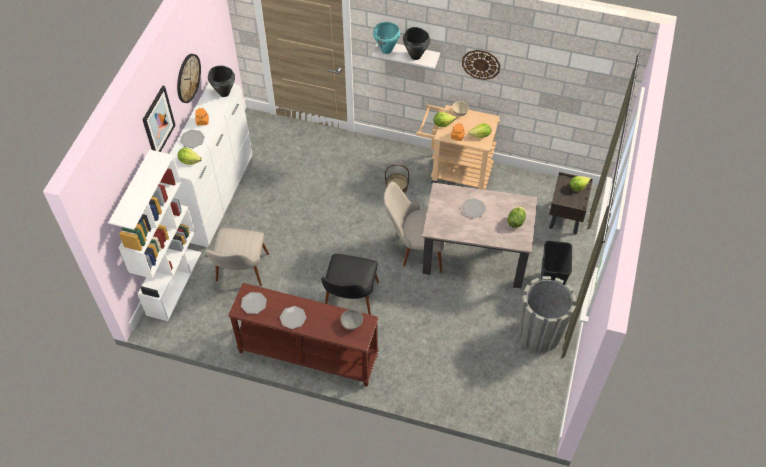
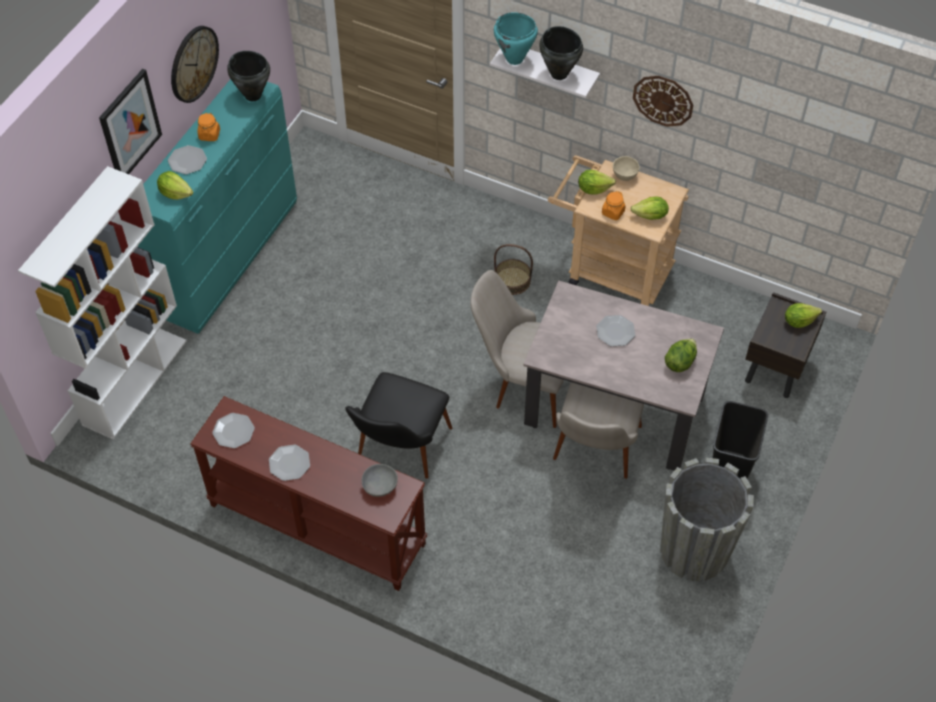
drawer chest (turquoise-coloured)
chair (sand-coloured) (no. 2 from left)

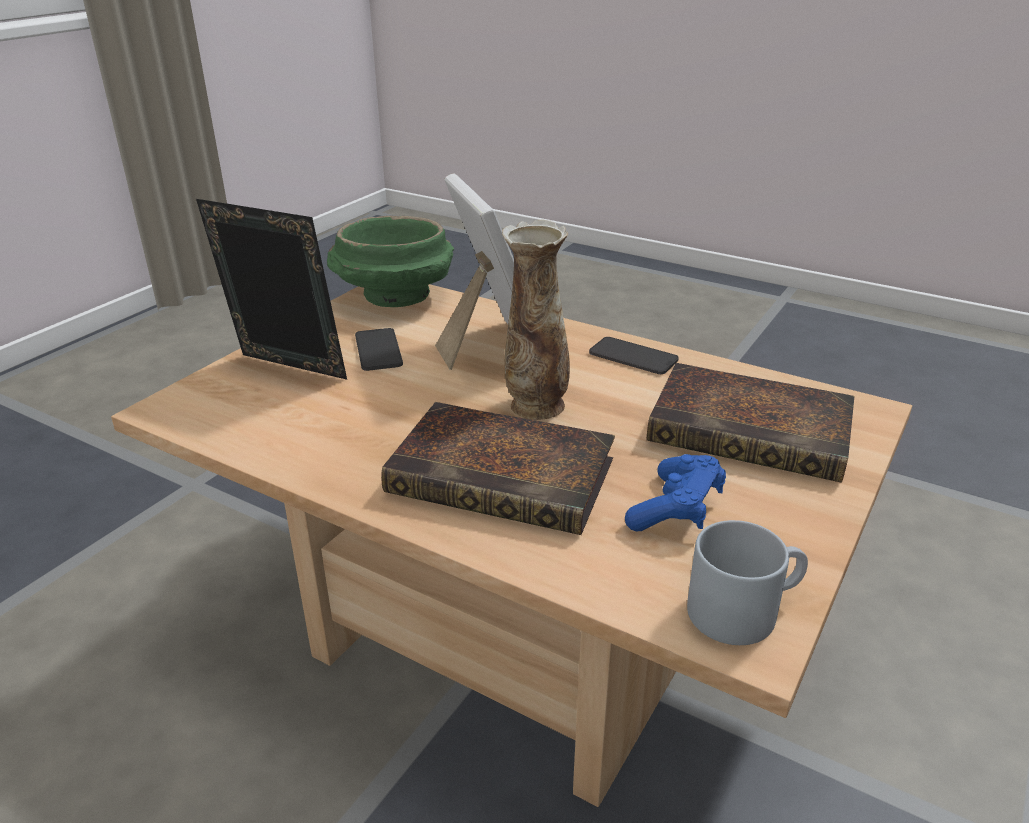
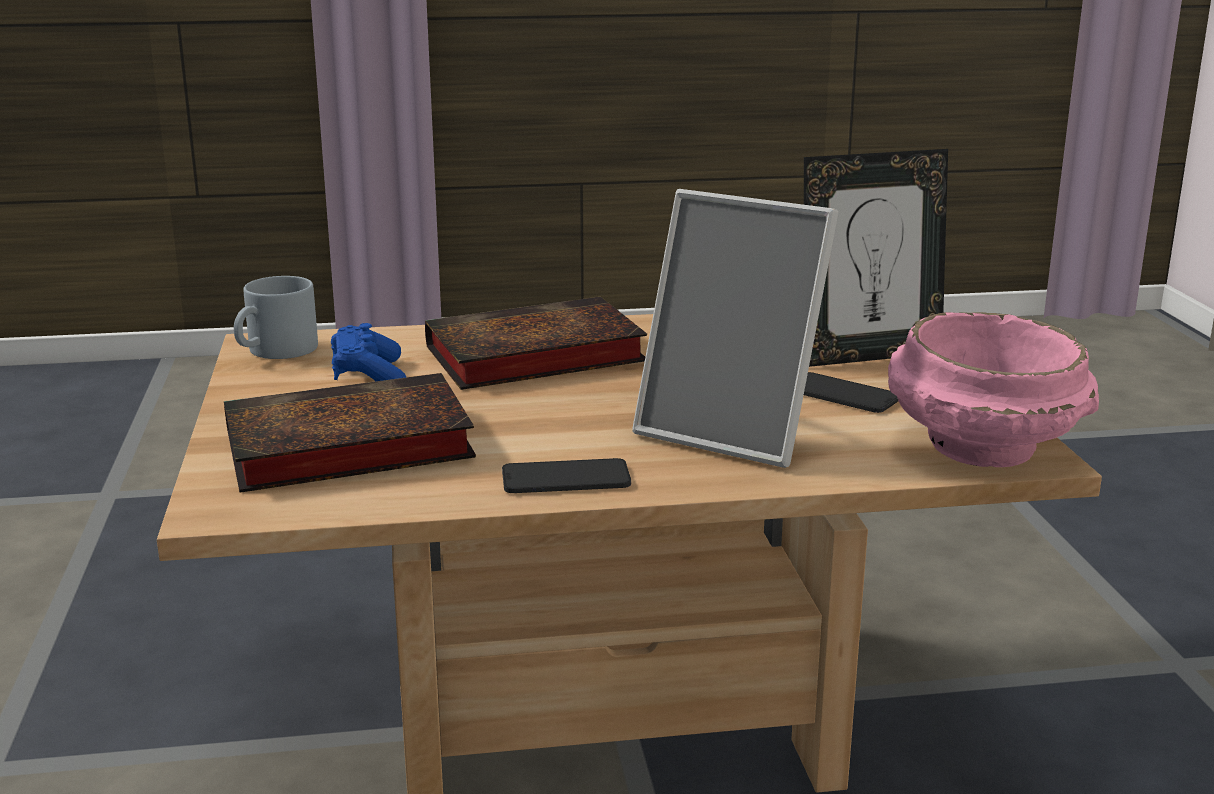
bowl (pink-coloured)
vase

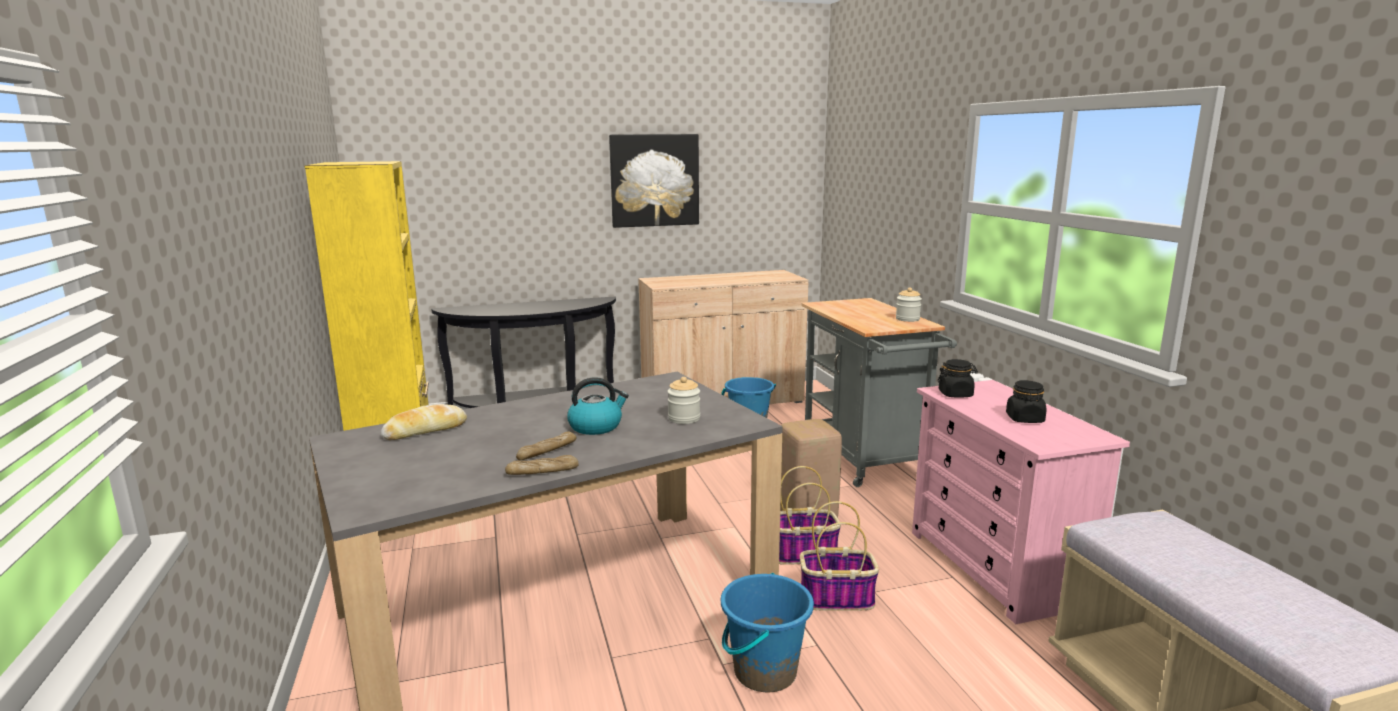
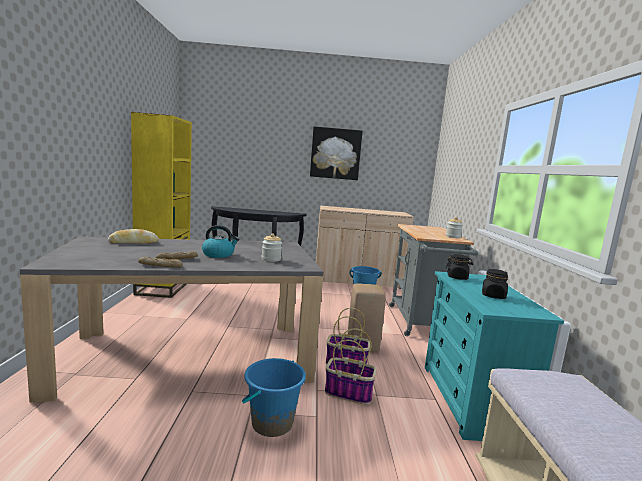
drawer chest (turquoise-coloured)

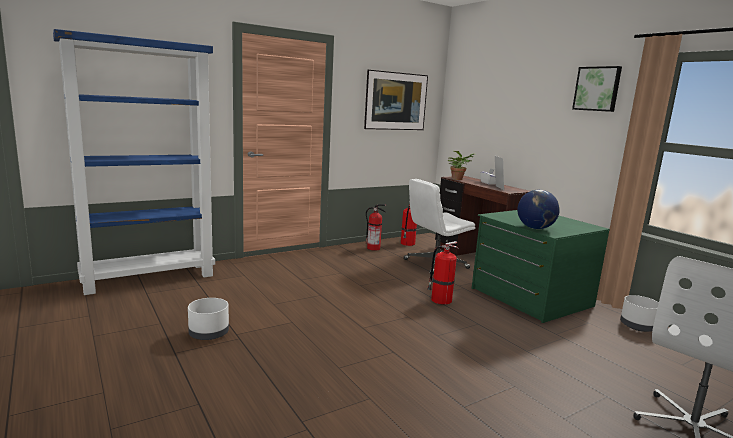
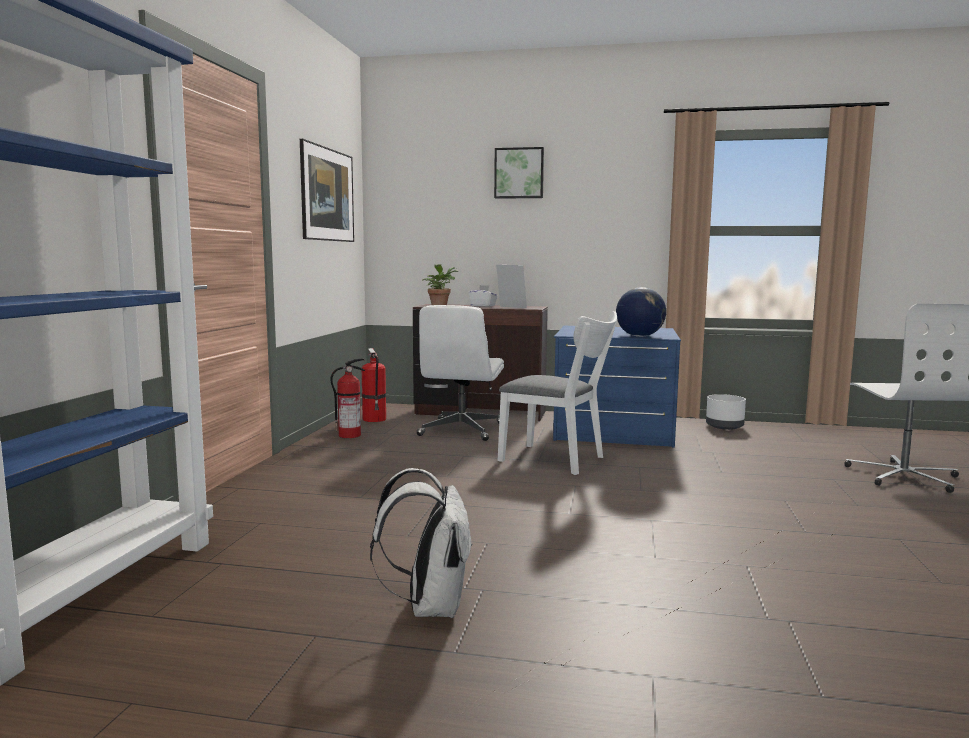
backpack (whitish)
chair (whitish)
drawer chest (blue-coloured)
wall picture (no. 2 from left)

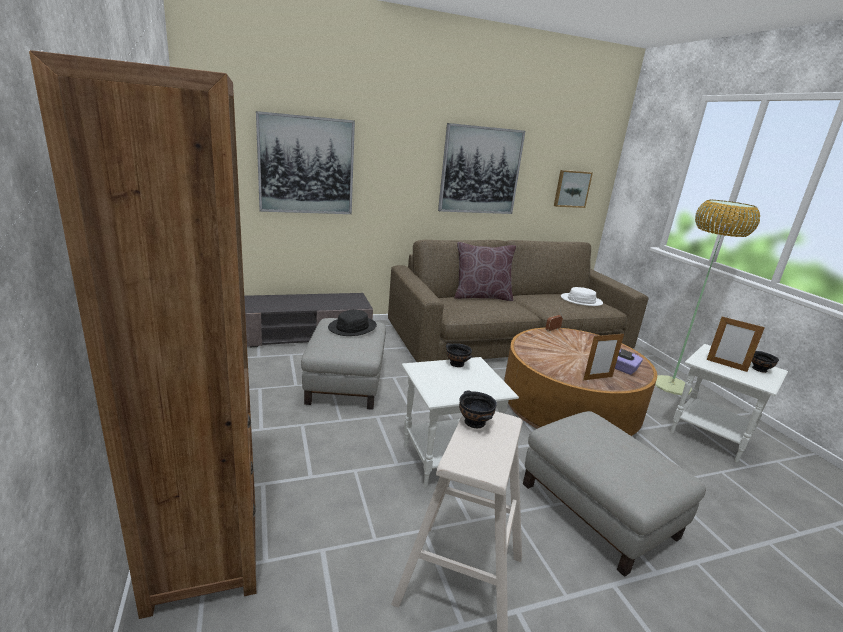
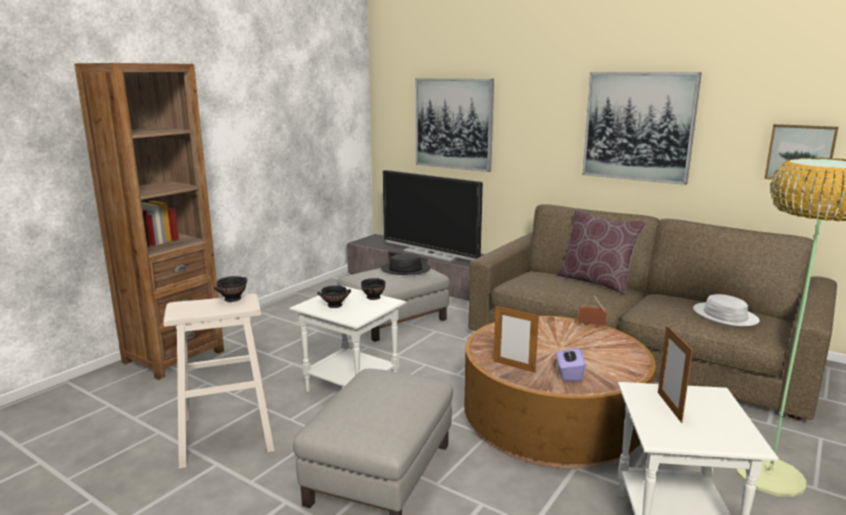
bowl (blackish) (no. 2 from left)
TV set

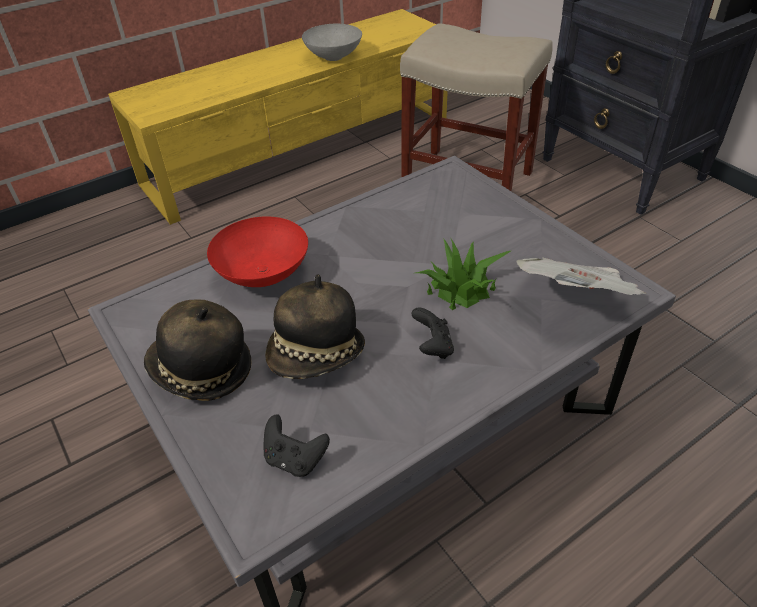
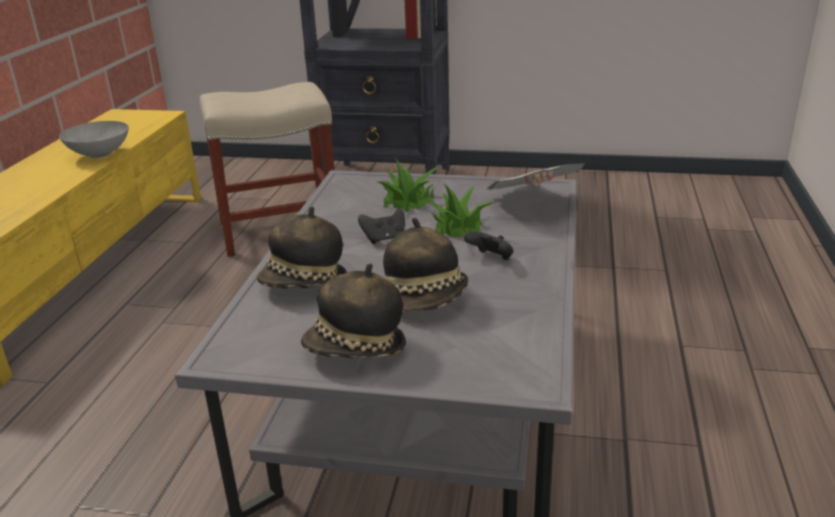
clothing hat (no. 1 from left)
game controller (blackish) (no. 1 from left)
potted plant (no. 1 from left)

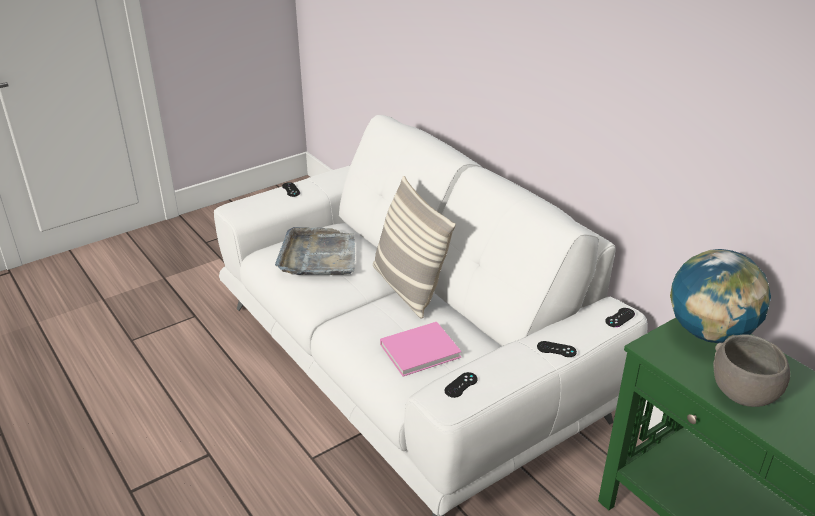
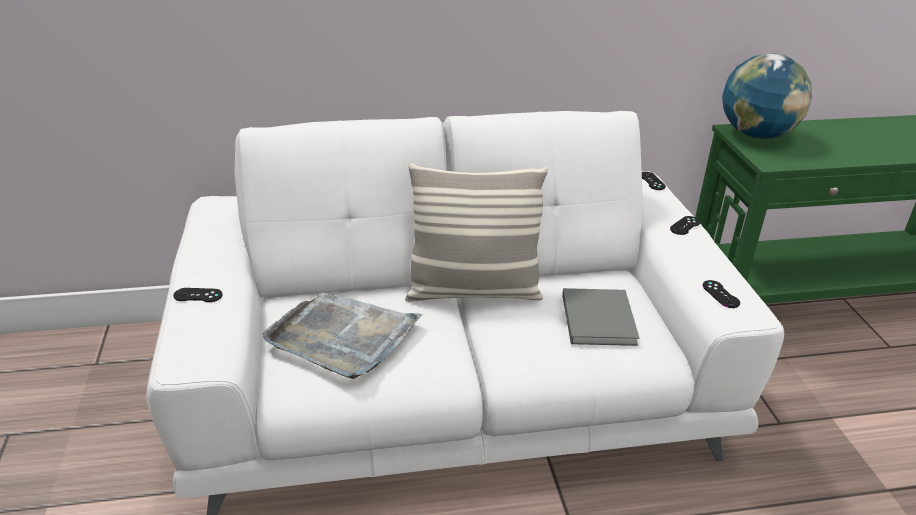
bound book (grey)
bowl (grey)

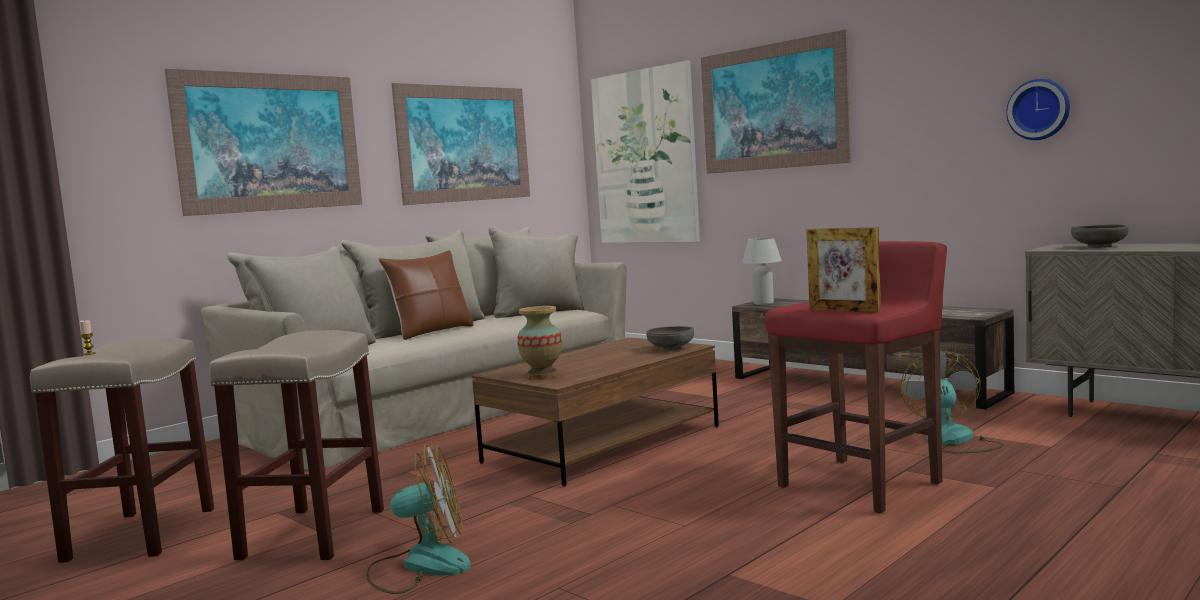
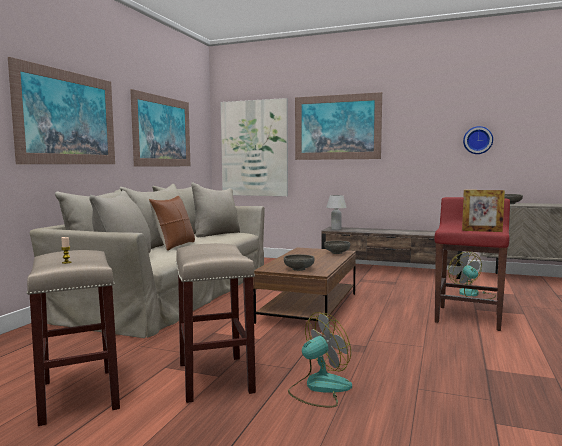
bowl (grey) (no. 1 from left)

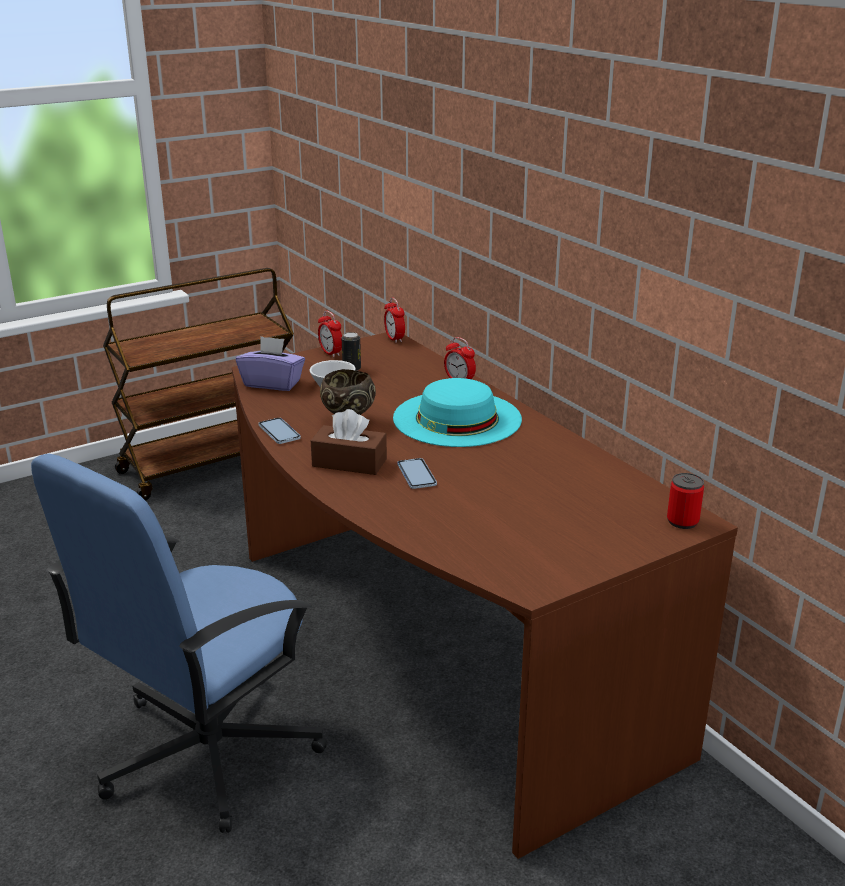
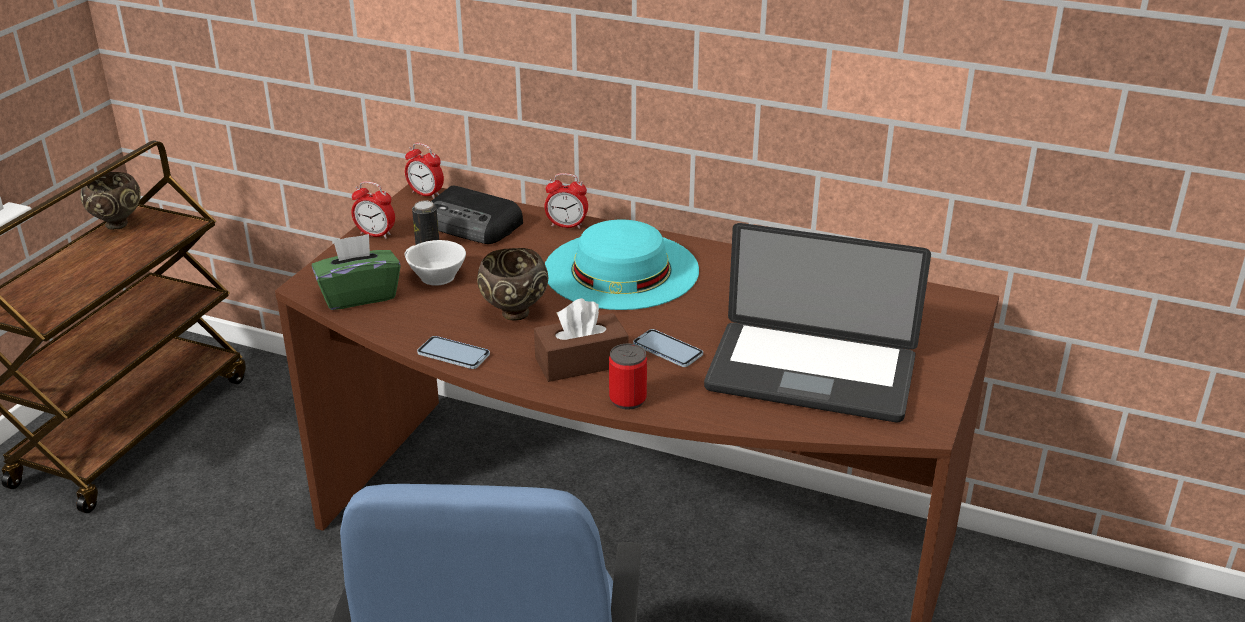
tissue holder (green-coloured)
metal can (no. 2 from left)
bowl (brown) (no. 1 from left)
radio receiver
laptop

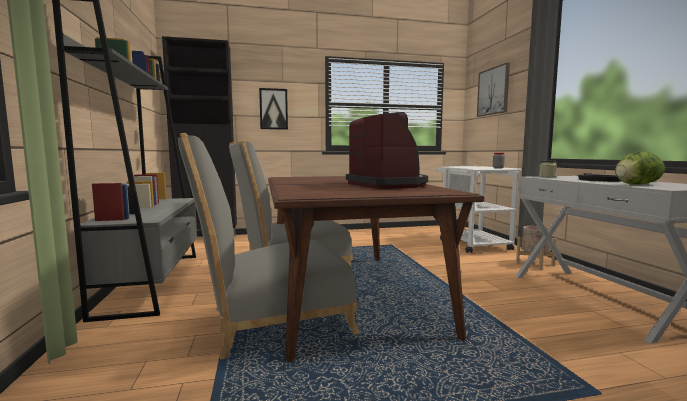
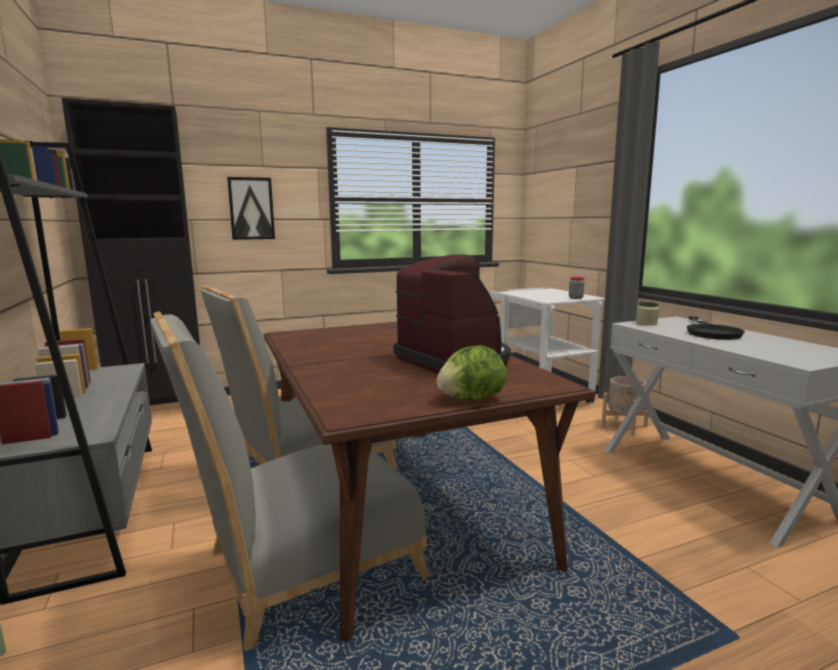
wall picture (no. 2 from left in the first image)
head of lettuce

